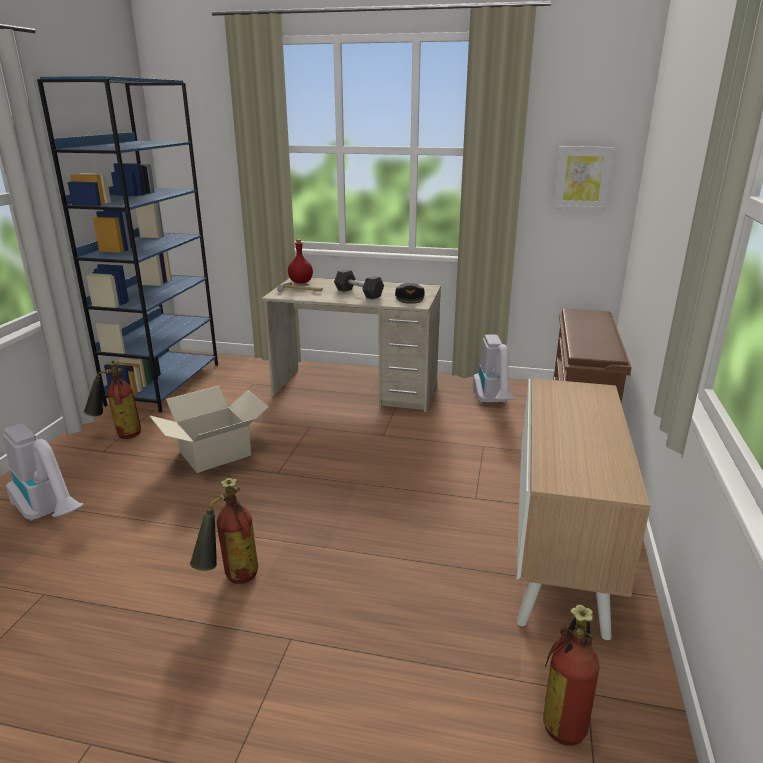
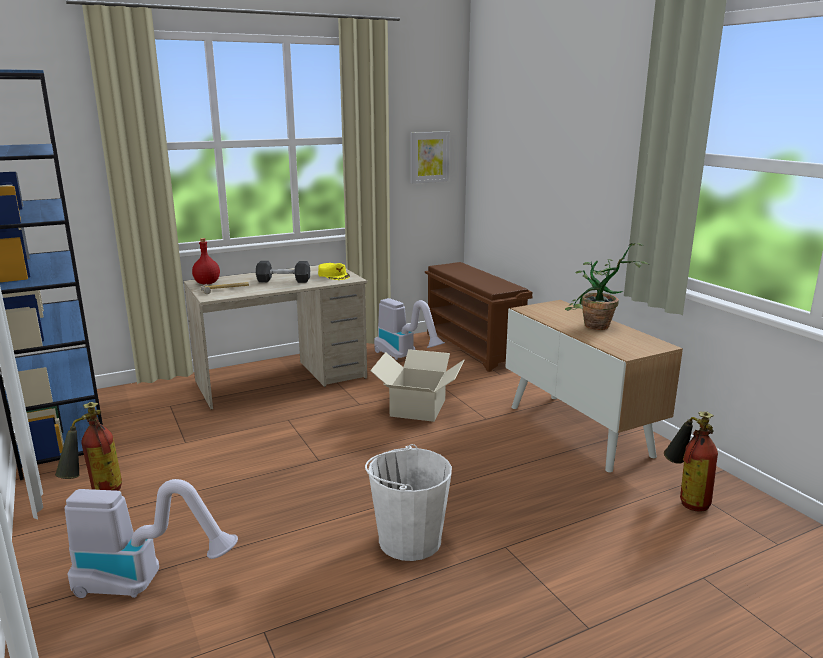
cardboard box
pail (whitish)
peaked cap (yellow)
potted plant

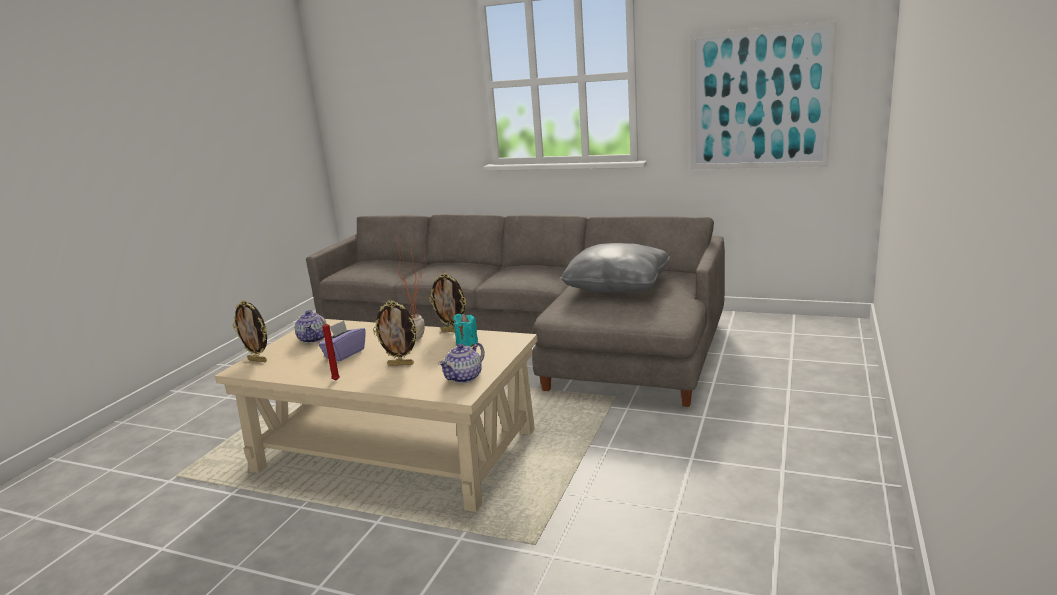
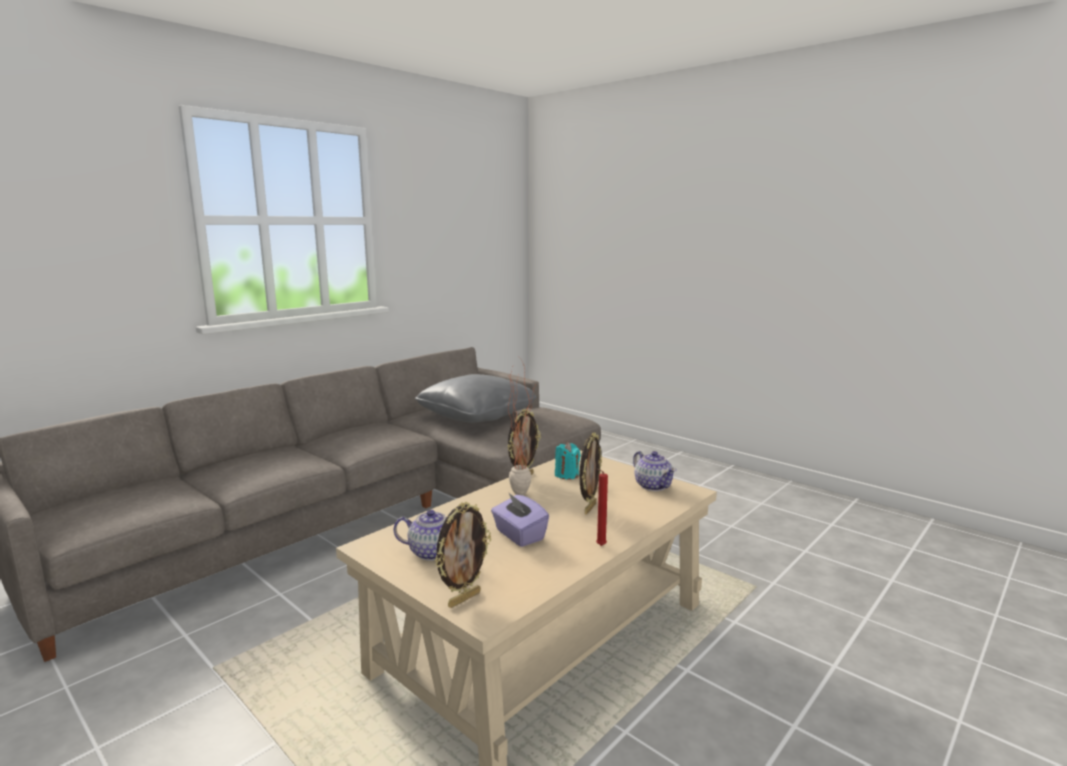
wall picture

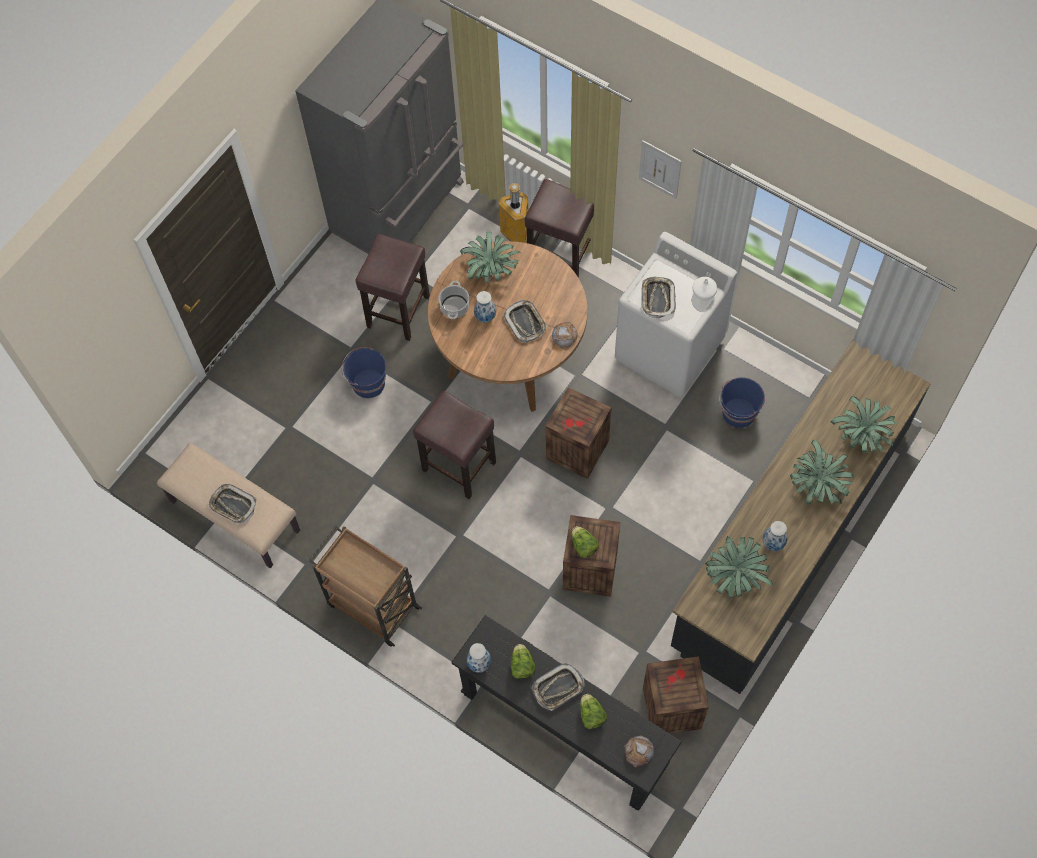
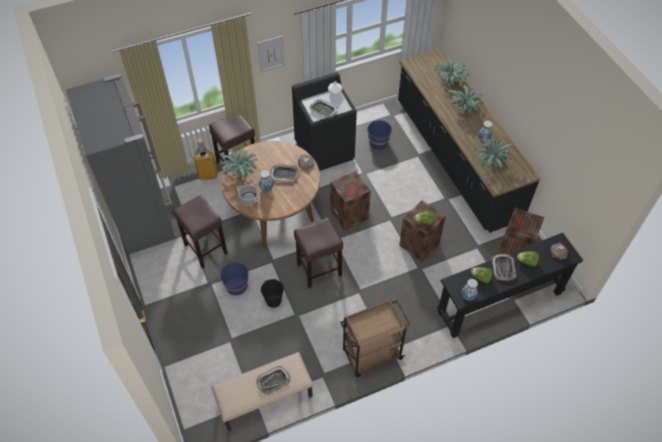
washing machine (blackish)
pail (blackish)

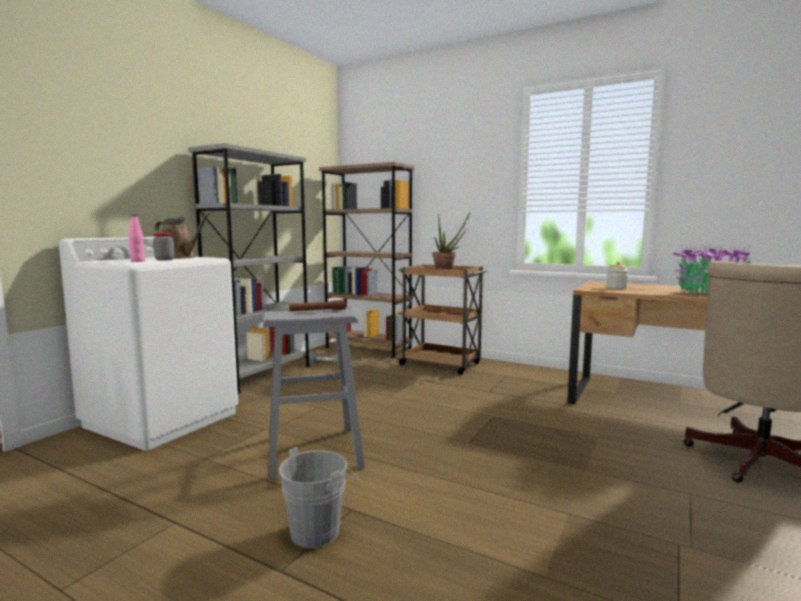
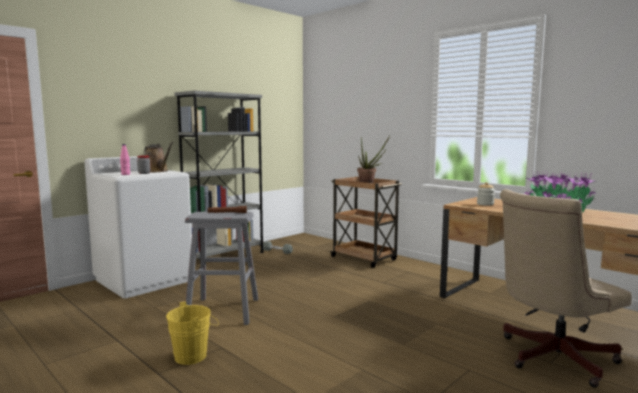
pail (yellow)
bookcase (brown)

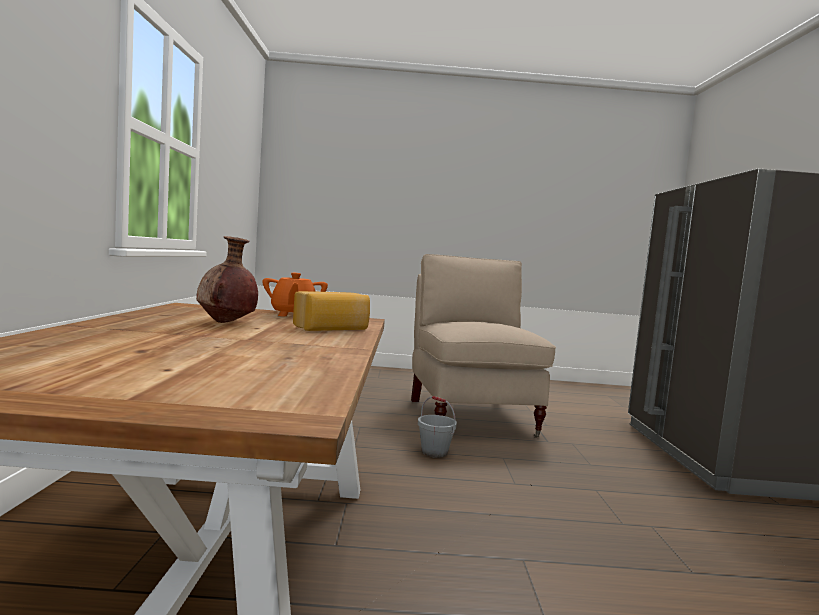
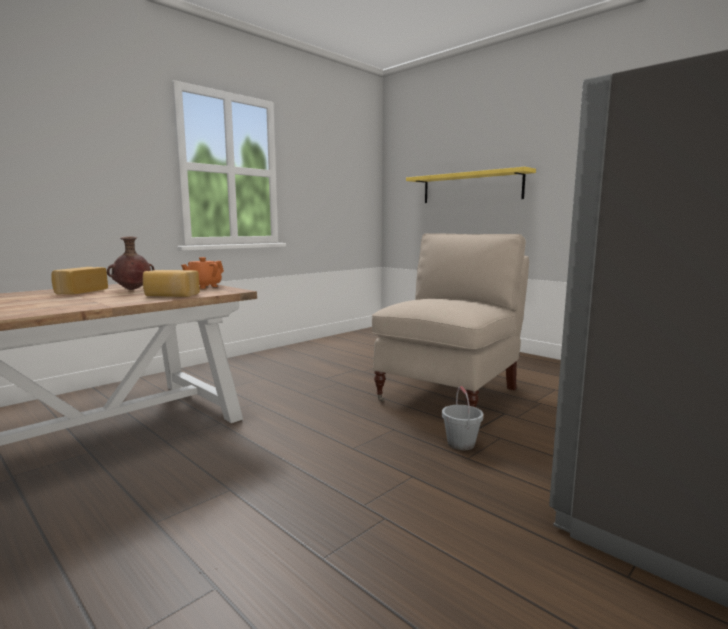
pail (grey)
baked bread (no. 1 from left)
shelf (yellow)

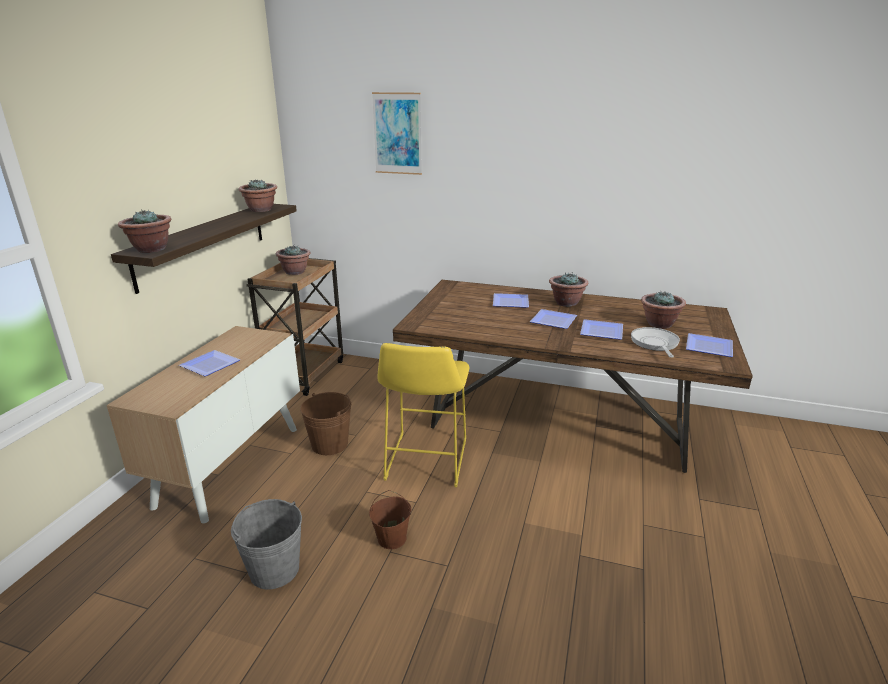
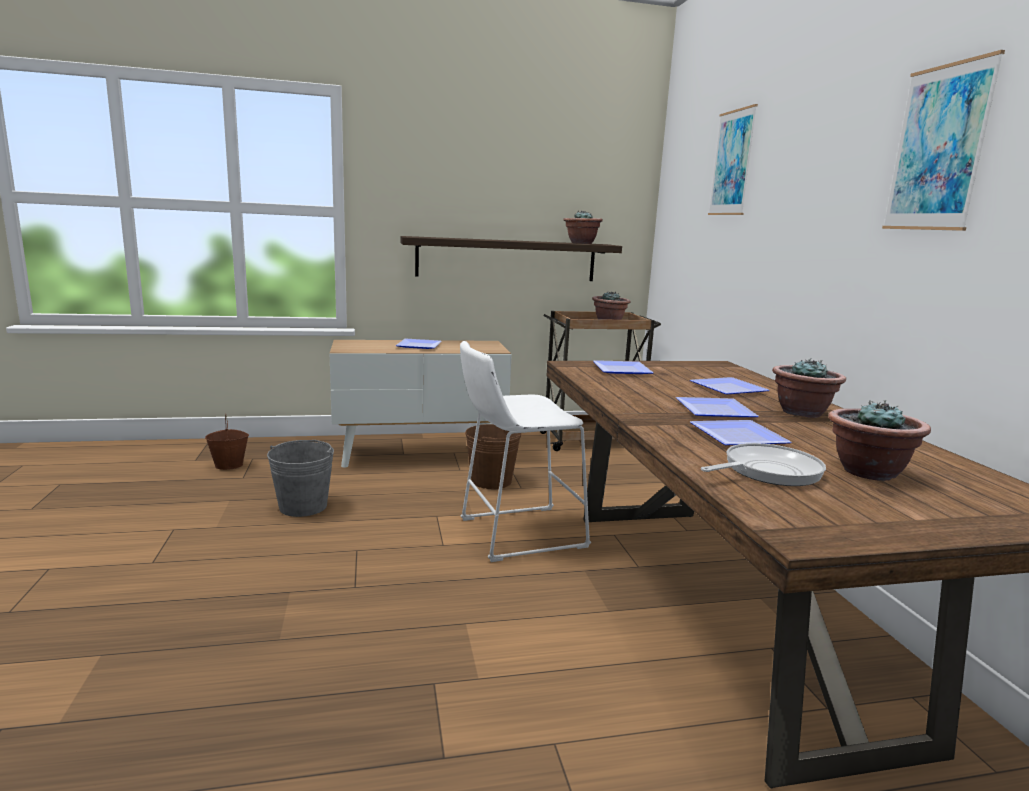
potted plant (no. 1 from left in the first image)
pail (brown) (no. 1 from left)
stool seat (whitish)
flat dish (no. 2 from left)
wall picture (no. 2 from left)

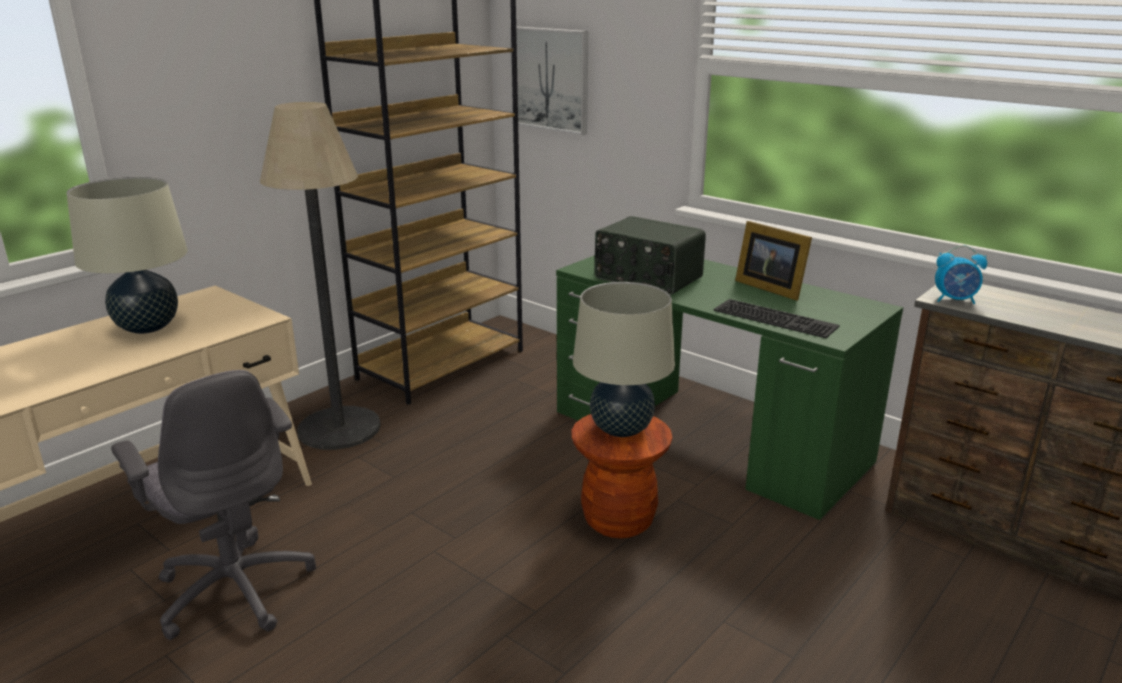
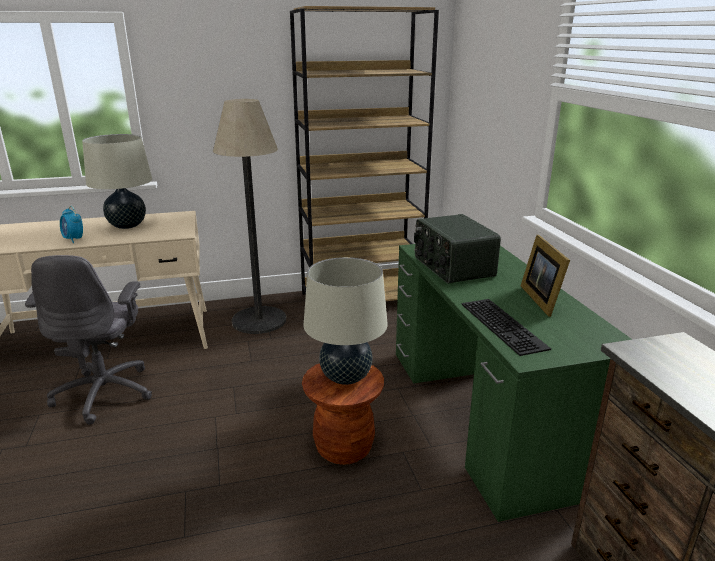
wall picture
alarm clock

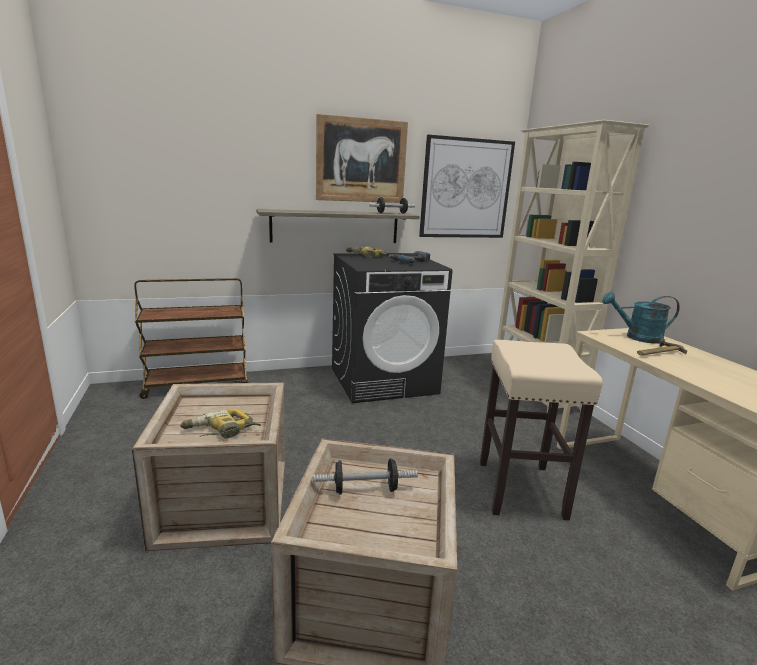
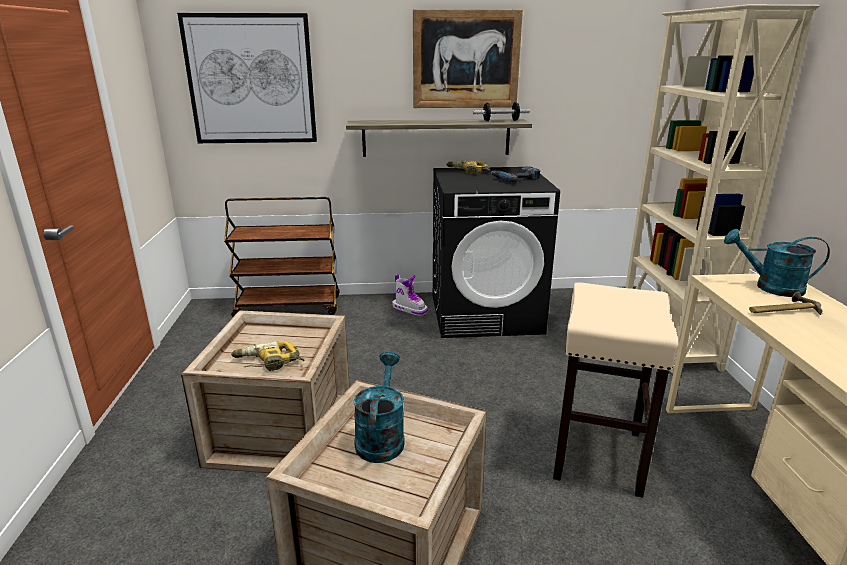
sprinkling can (turquoise-coloured) (no. 1 from left)
wall picture (no. 1 from left)
tall boot

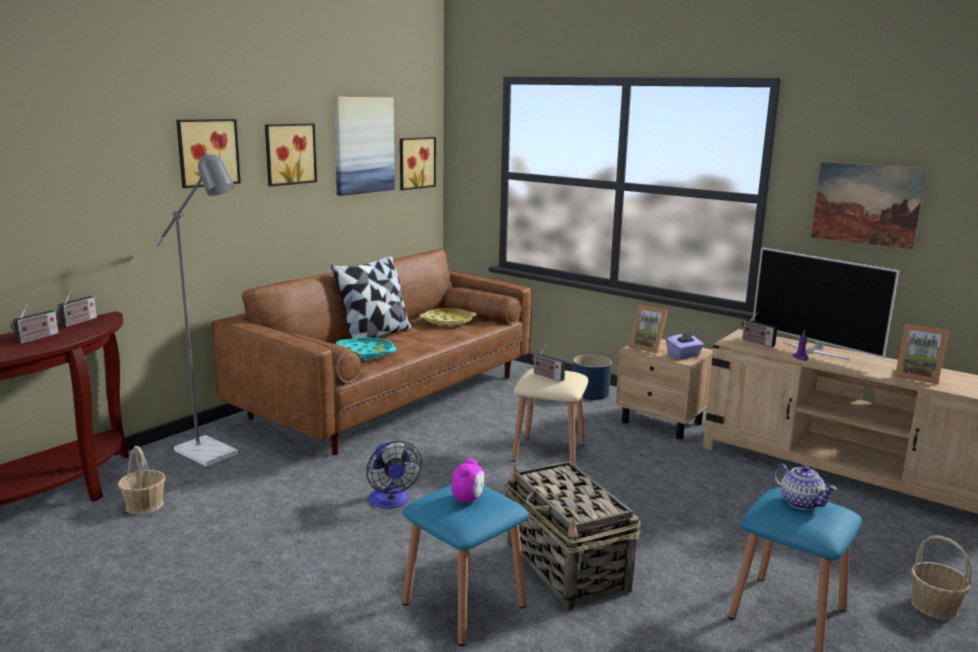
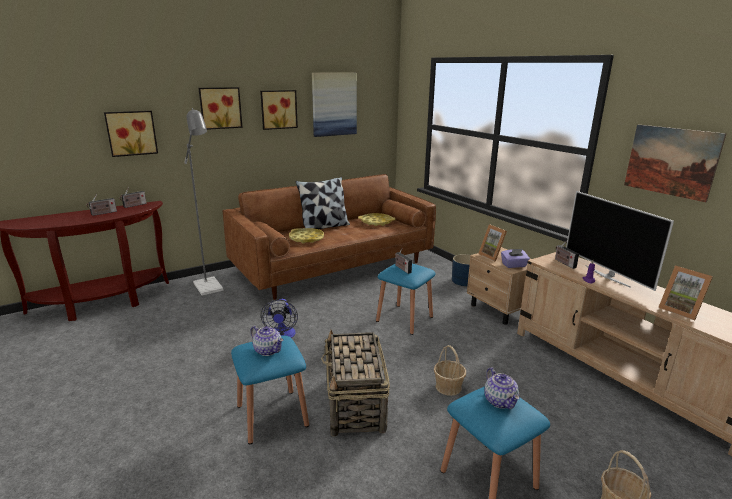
basket (no. 2 from left)
tray (yellow) (no. 1 from left)
wall picture (no. 1 from left)
teapot (no. 1 from left)
stool seat (blue-coloured) (no. 2 from left)

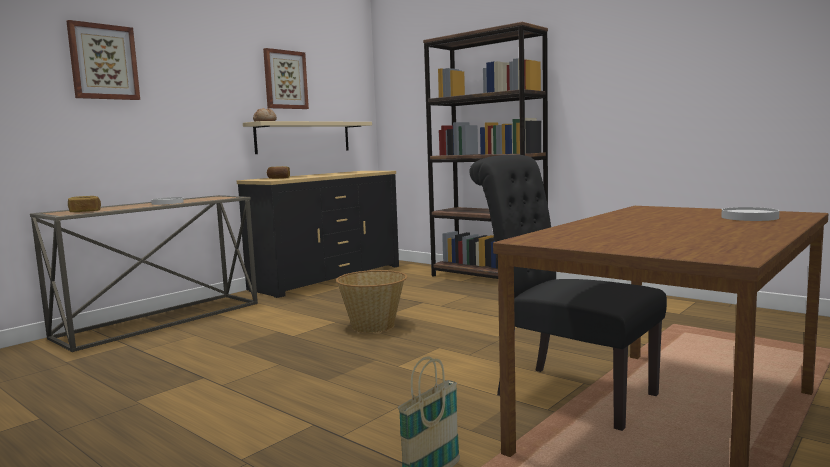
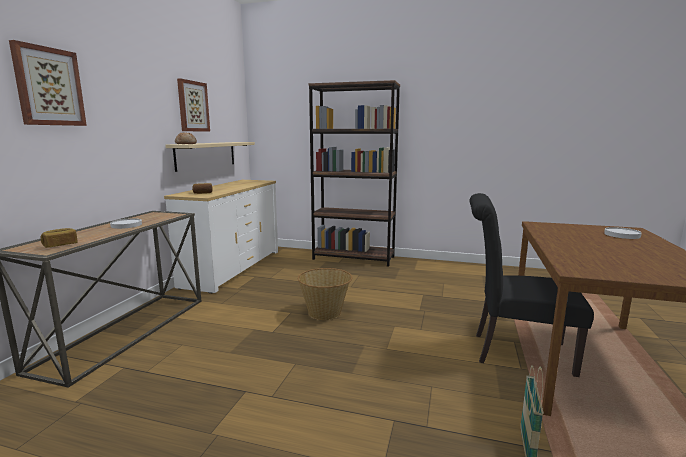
drawer chest (whitish)

